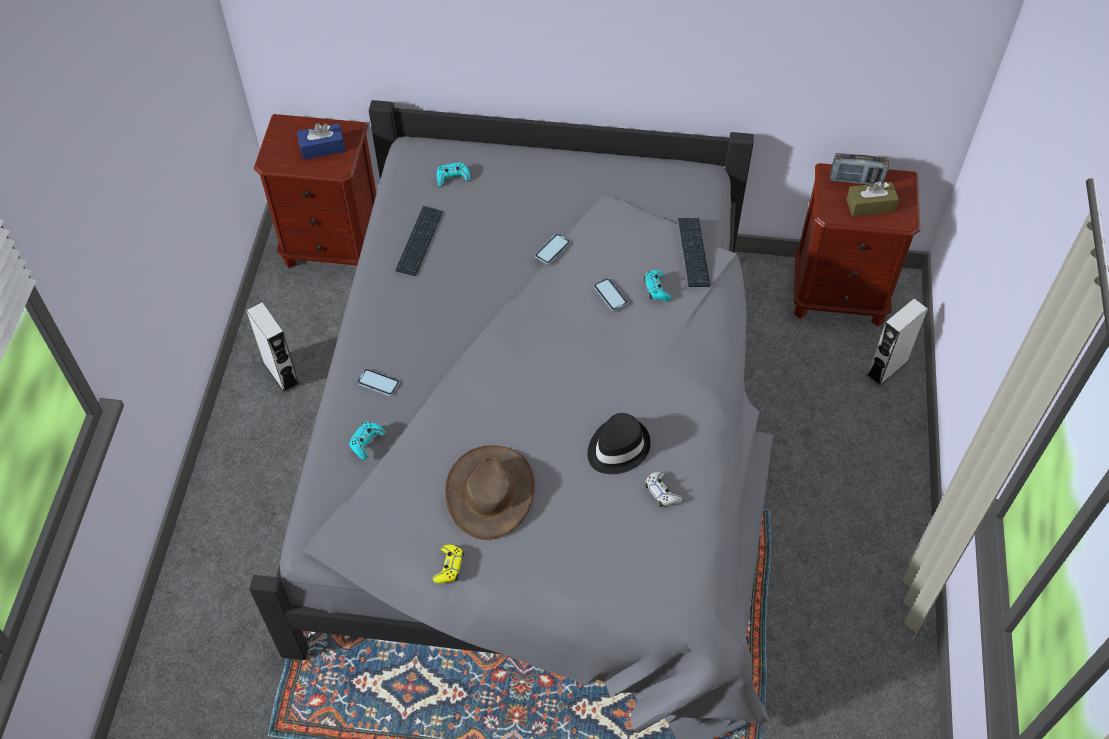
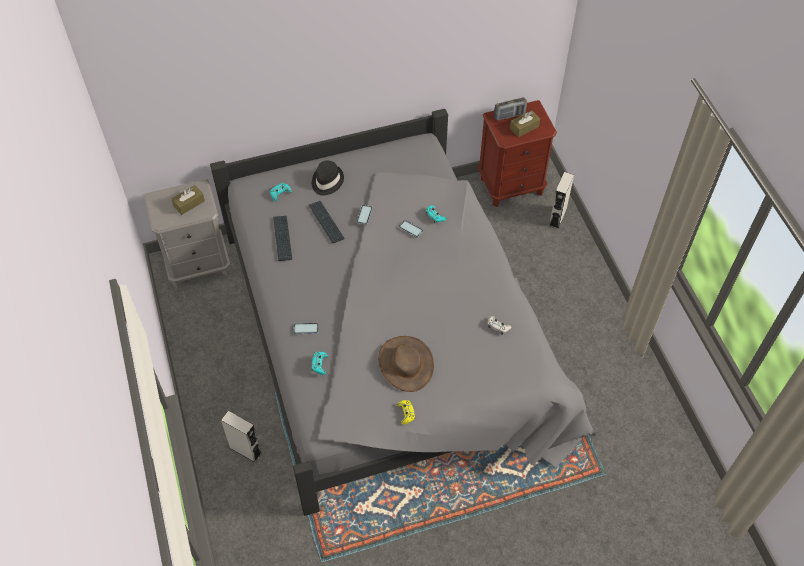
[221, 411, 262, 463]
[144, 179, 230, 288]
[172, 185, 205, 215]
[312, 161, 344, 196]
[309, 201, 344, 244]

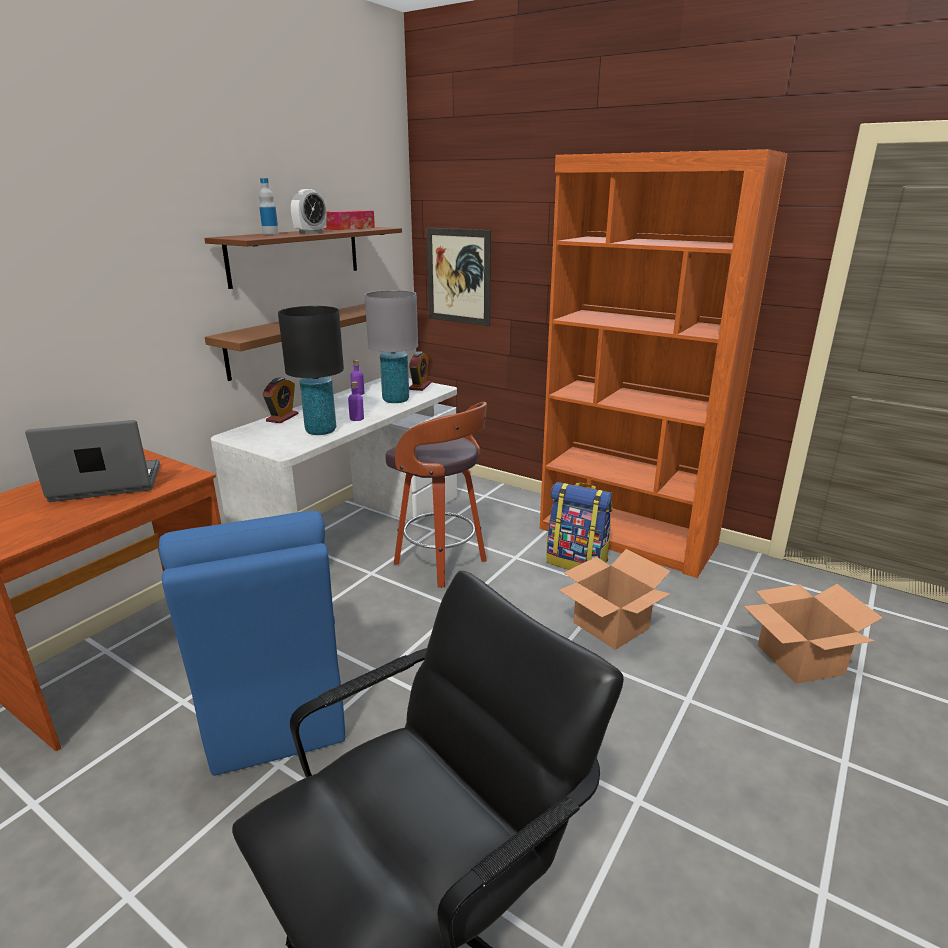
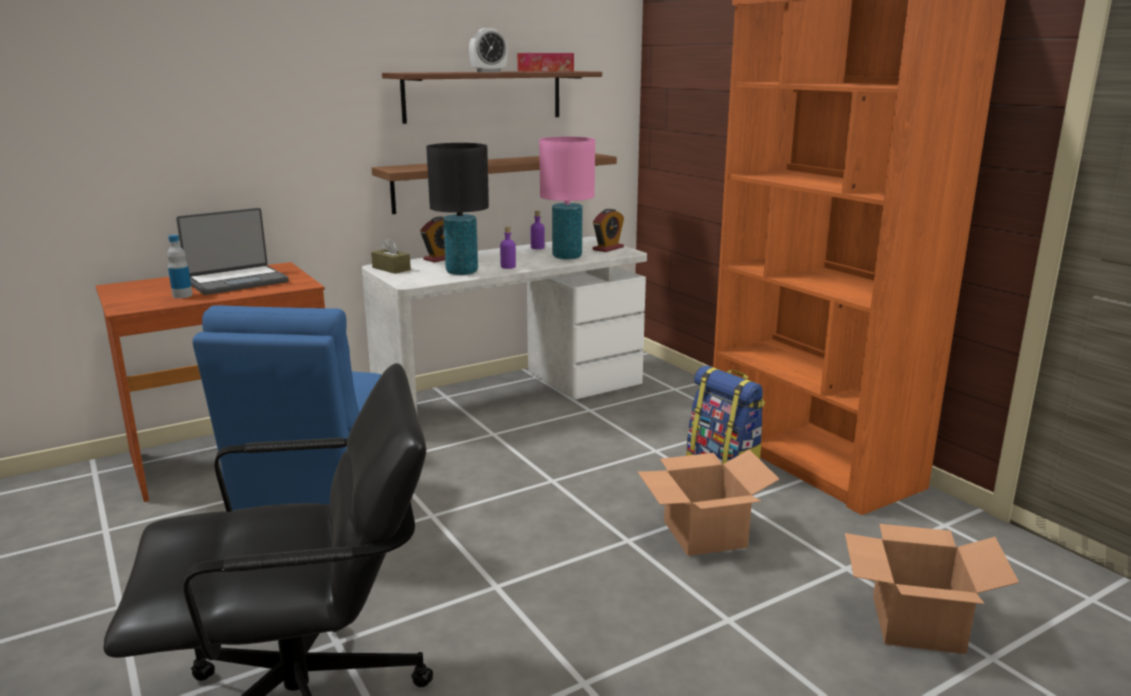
[176, 208, 289, 295]
[167, 235, 193, 298]
[539, 137, 595, 260]
[386, 402, 487, 588] (first image)
[427, 228, 491, 326] (first image)
[371, 237, 411, 274]

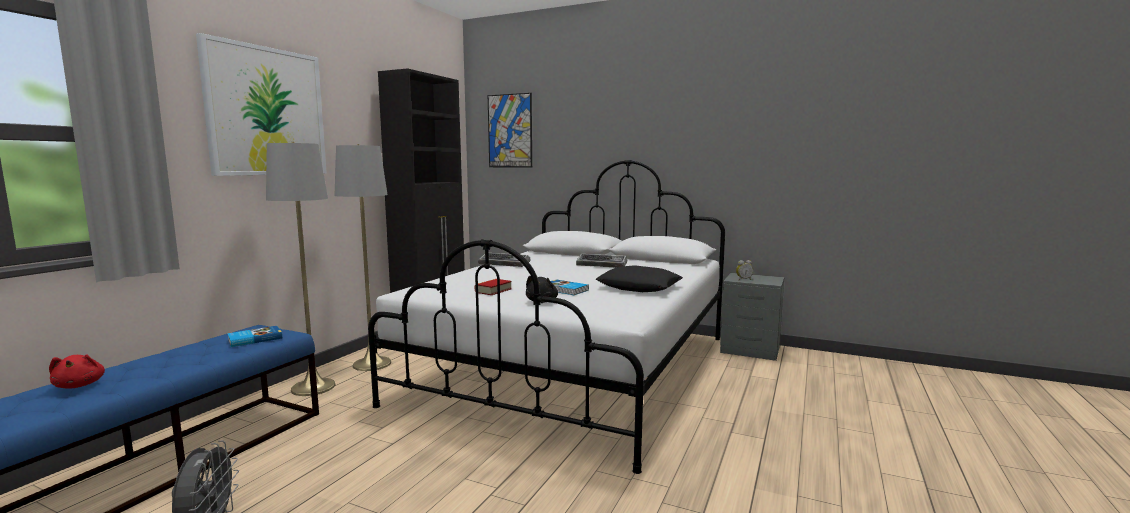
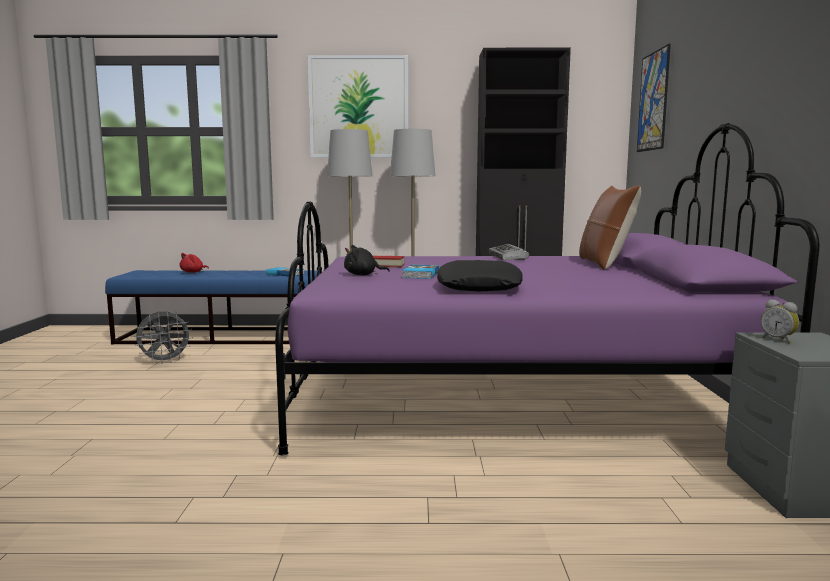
[275, 123, 820, 455]
[576, 254, 627, 268] (first image)
[579, 186, 641, 270]

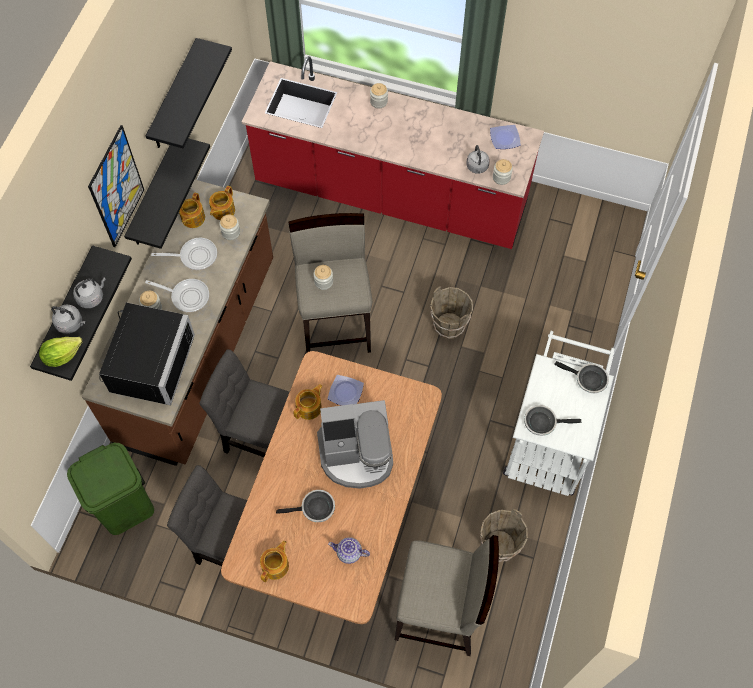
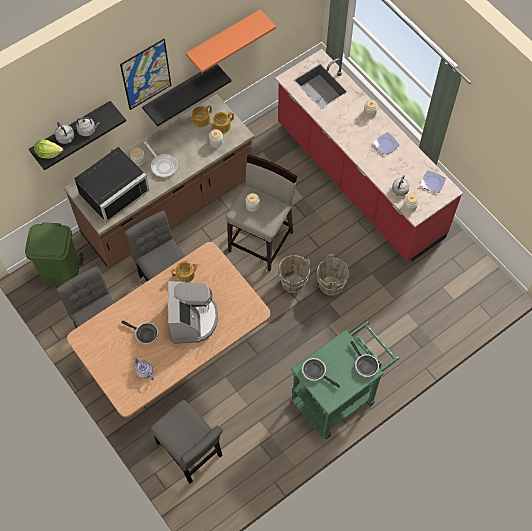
[186, 9, 276, 73]
[151, 238, 217, 270] (first image)
[260, 541, 289, 582] (first image)
[168, 281, 218, 344]
[373, 132, 400, 155]
[151, 400, 223, 484]
[278, 255, 311, 293]
[291, 321, 400, 439]

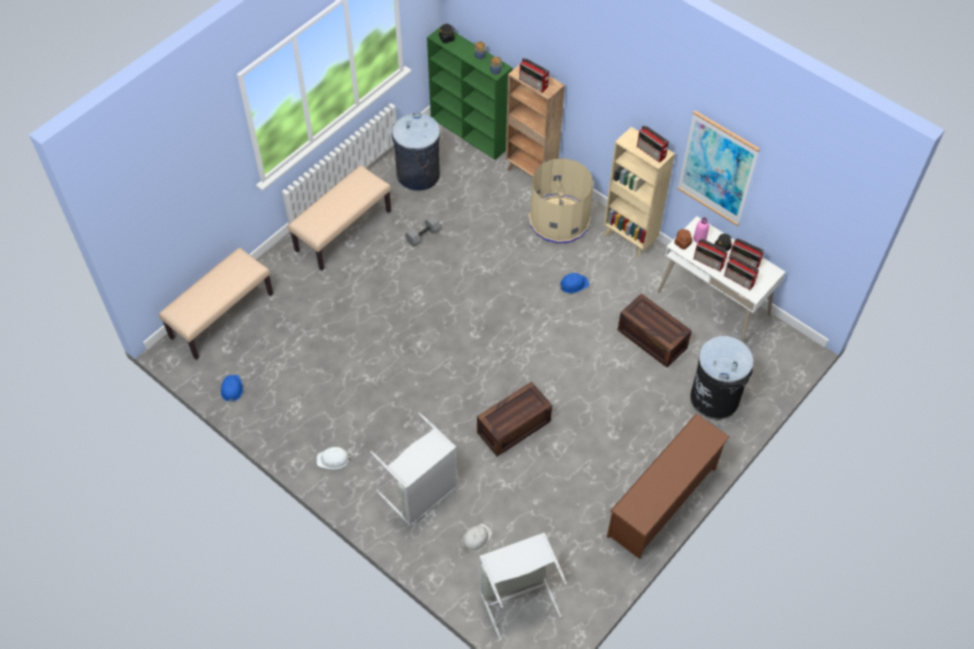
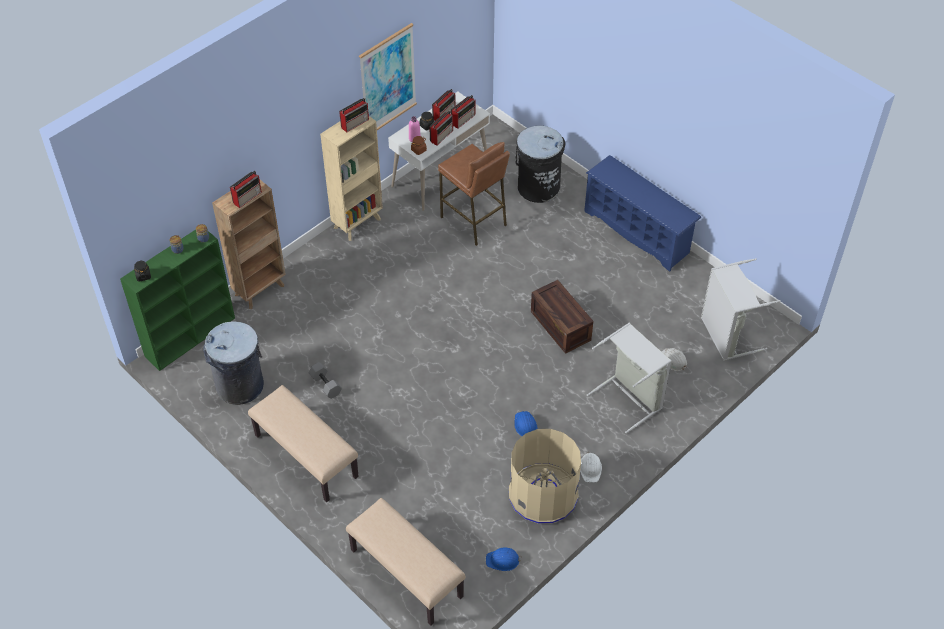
[509, 429, 581, 524]
[514, 411, 537, 436]
[584, 155, 701, 271]
[438, 142, 510, 246]

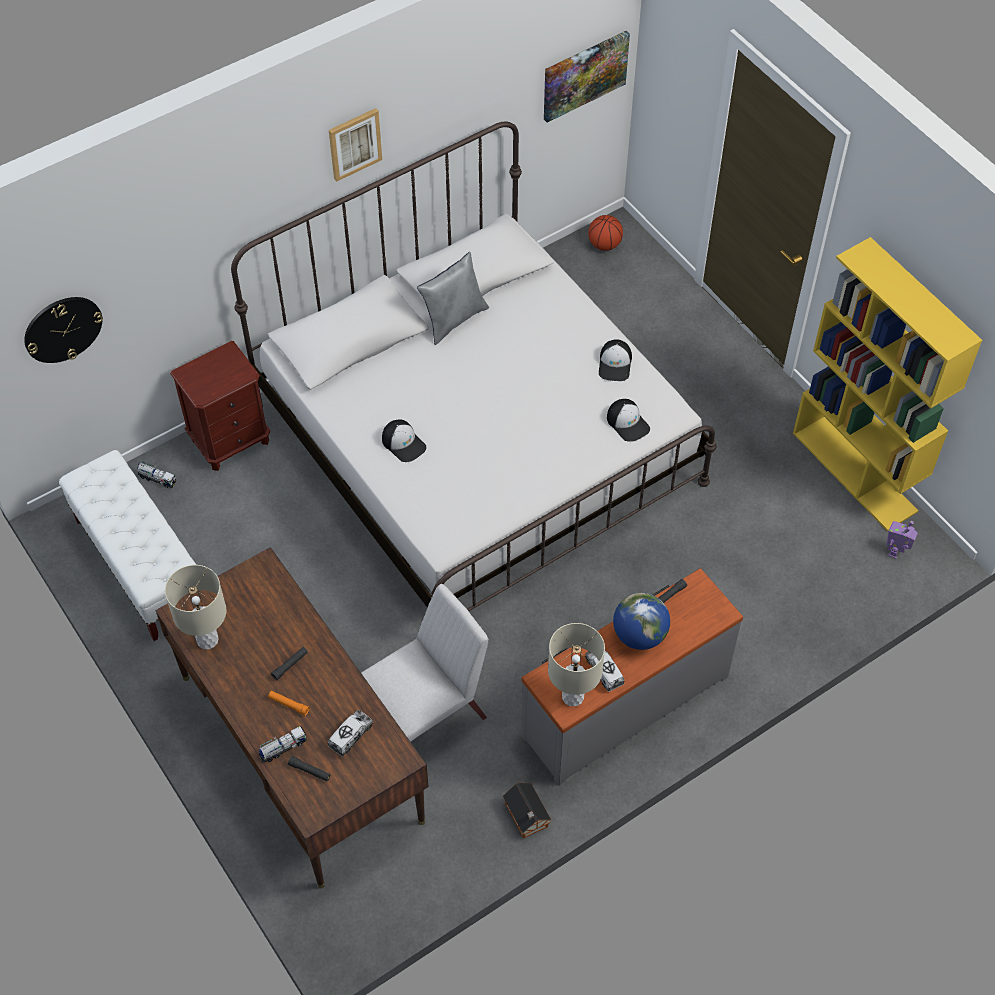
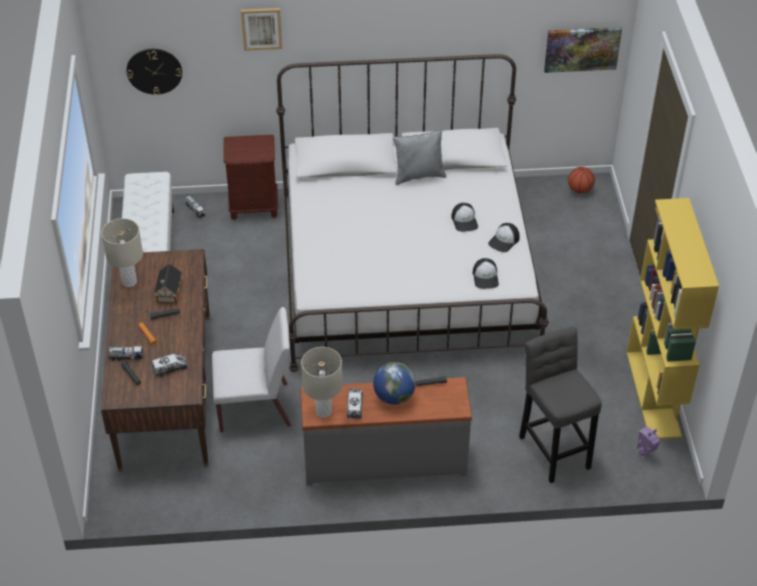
[241, 8, 282, 51]
[451, 203, 478, 232]
[154, 264, 182, 303]
[519, 326, 601, 483]

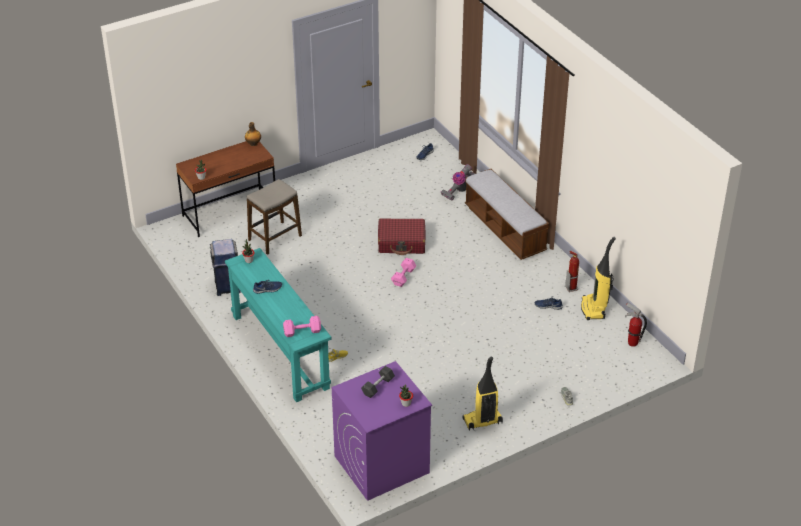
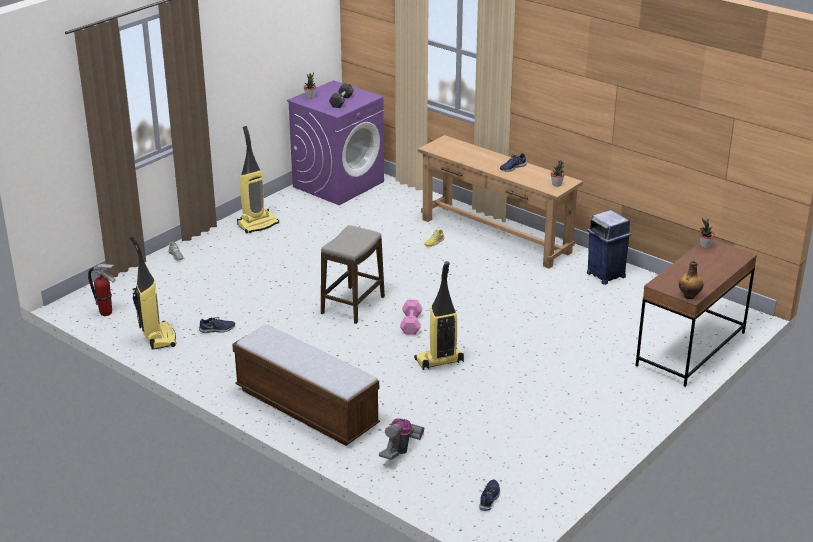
[418, 135, 583, 269]
[321, 225, 385, 324]
[283, 316, 321, 337] (first image)
[414, 261, 464, 370]
[565, 251, 579, 292] (first image)

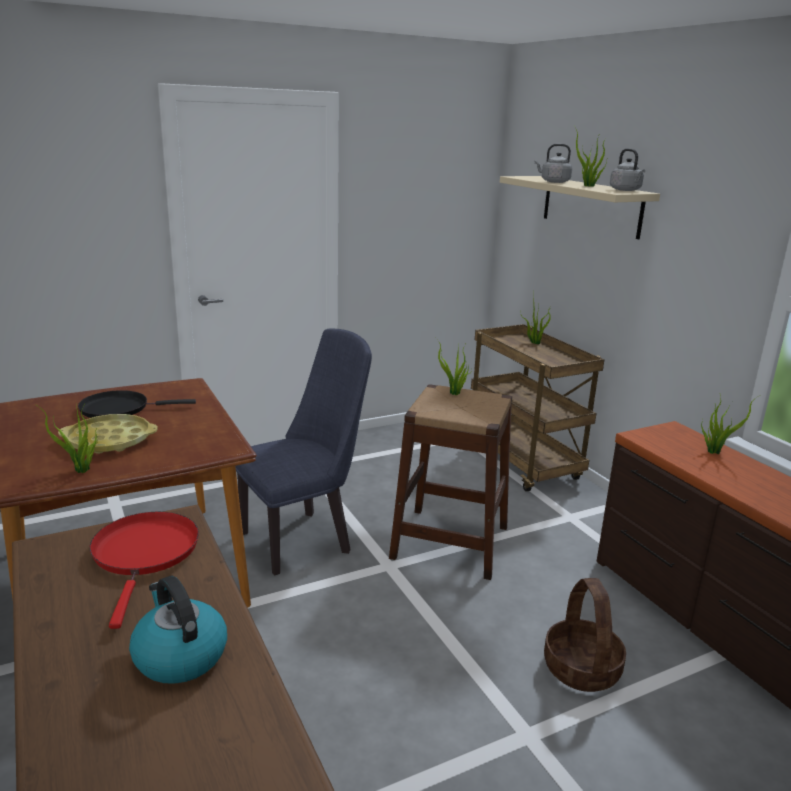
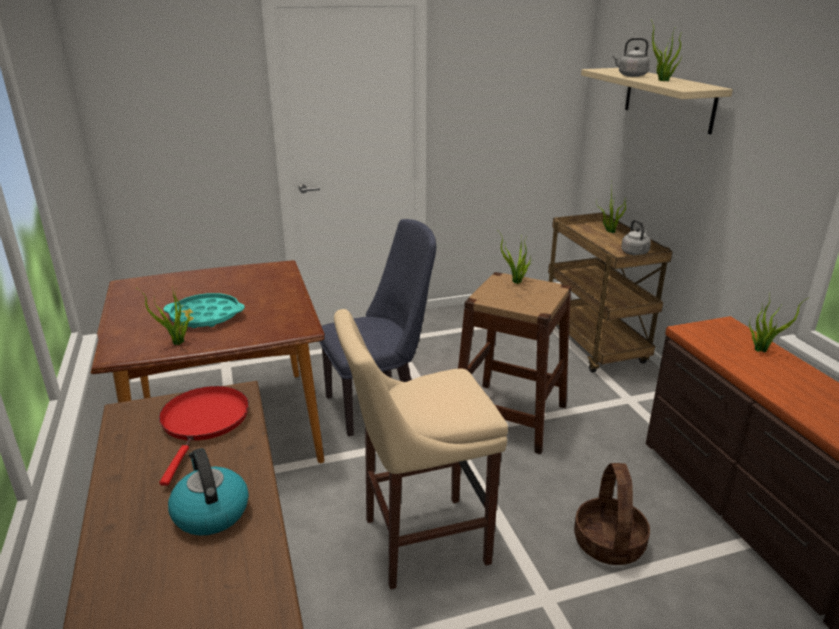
[163, 293, 245, 328]
[78, 390, 196, 418] (first image)
[621, 220, 651, 255]
[334, 309, 508, 590]

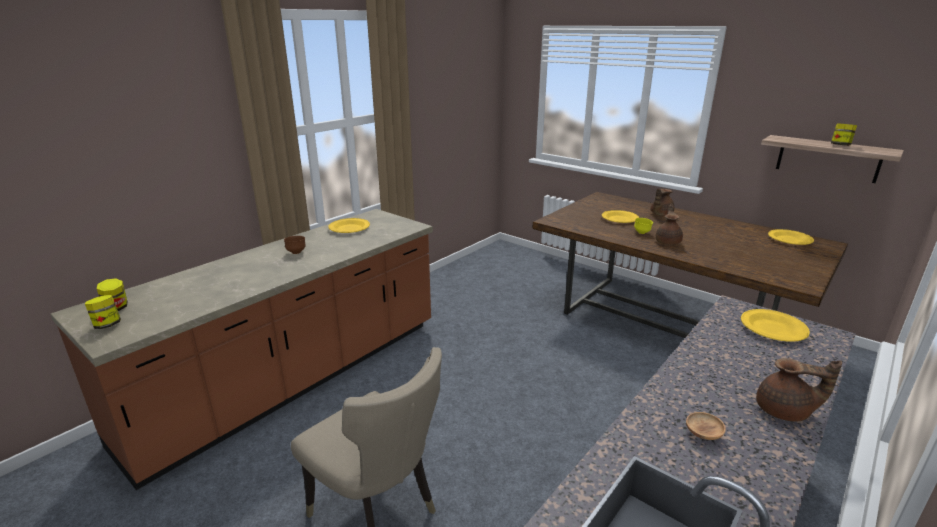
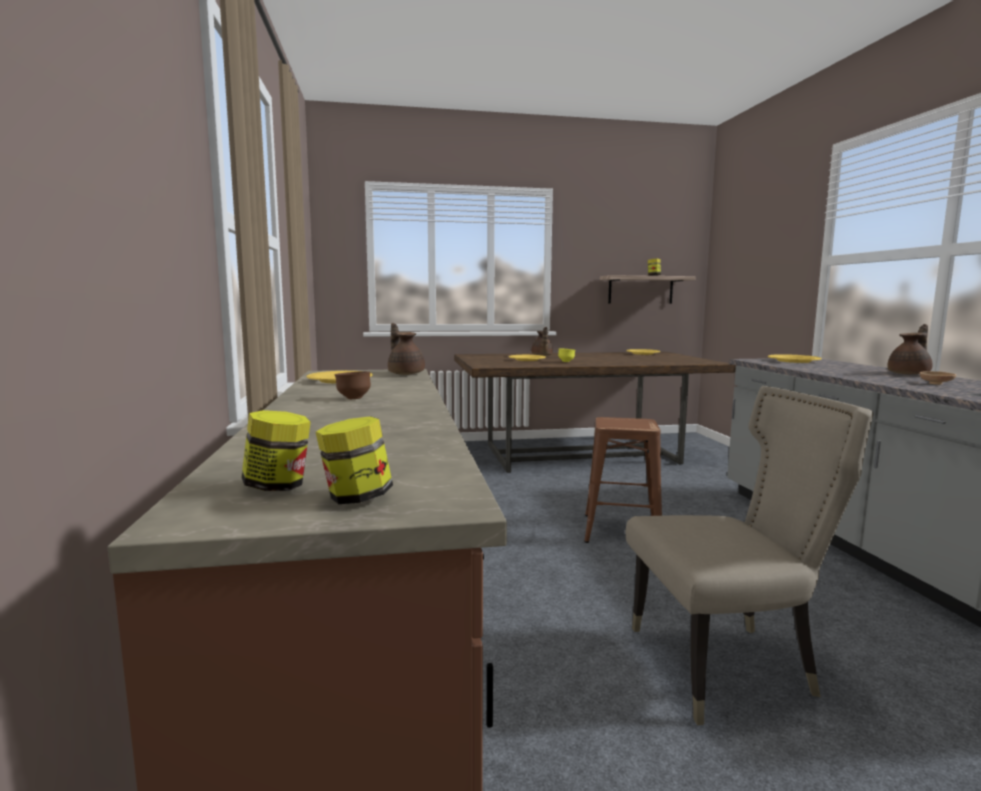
[388, 323, 425, 375]
[584, 417, 662, 543]

